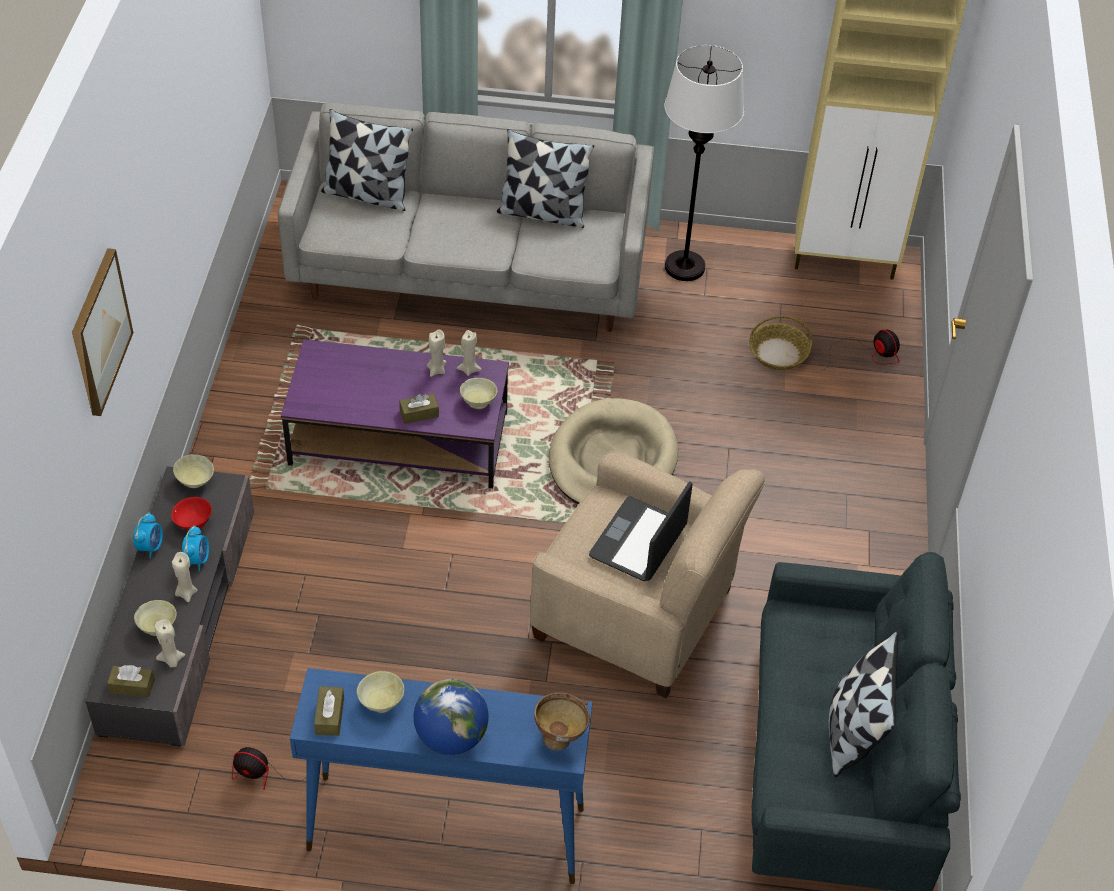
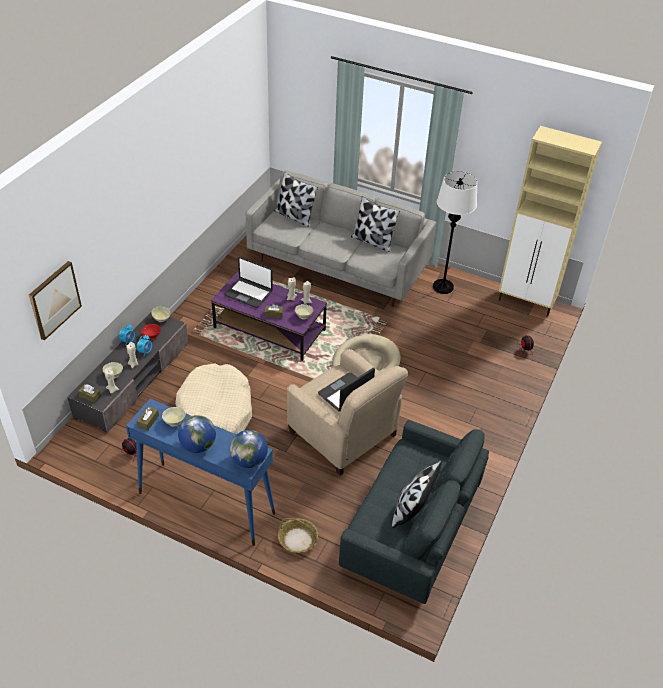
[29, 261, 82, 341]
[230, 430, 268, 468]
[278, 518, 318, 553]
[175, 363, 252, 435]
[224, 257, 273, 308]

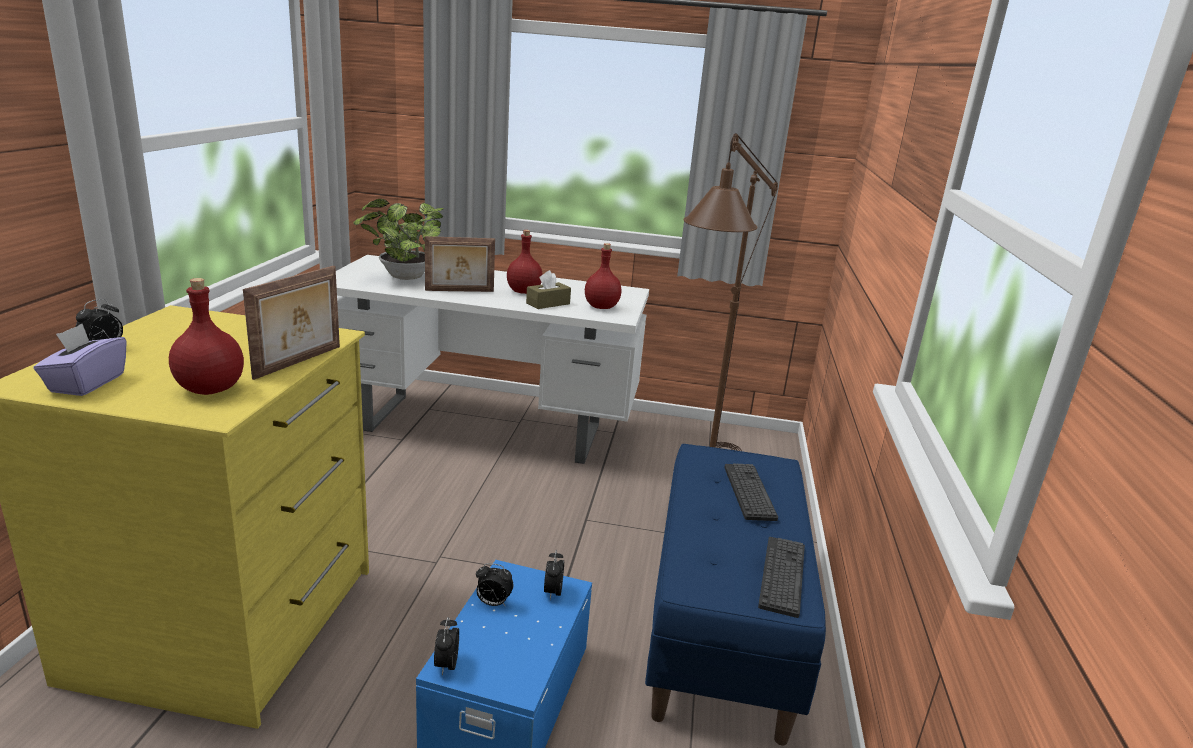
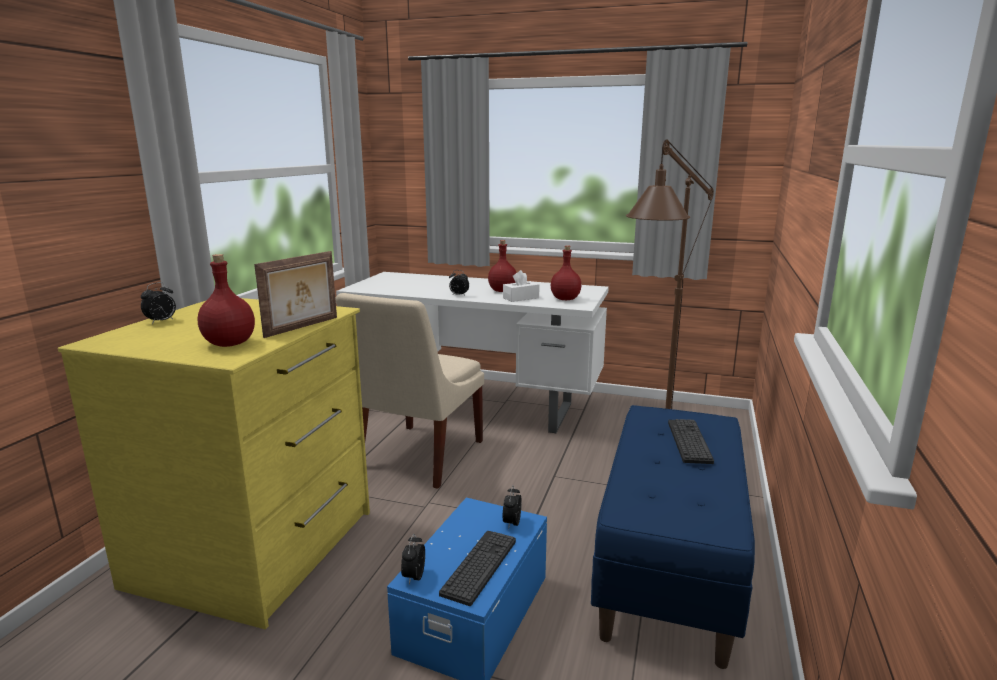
[33, 324, 127, 396] (first image)
[353, 199, 444, 280] (first image)
[425, 236, 495, 292] (first image)
[449, 270, 469, 296]
[503, 270, 540, 302]
[439, 531, 516, 606]
[335, 293, 484, 489]

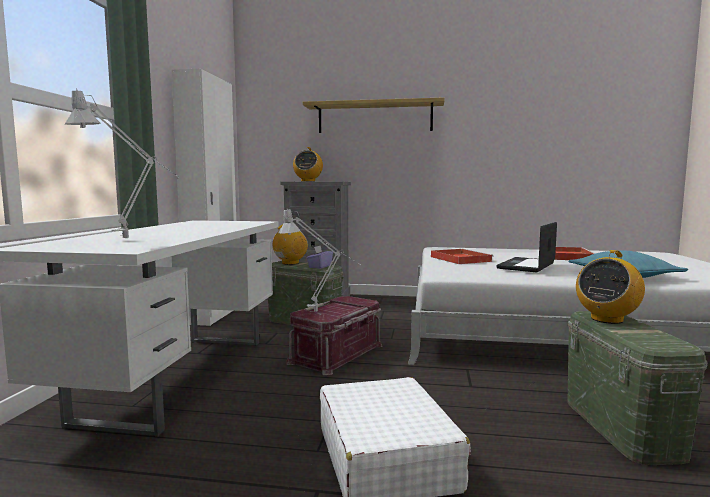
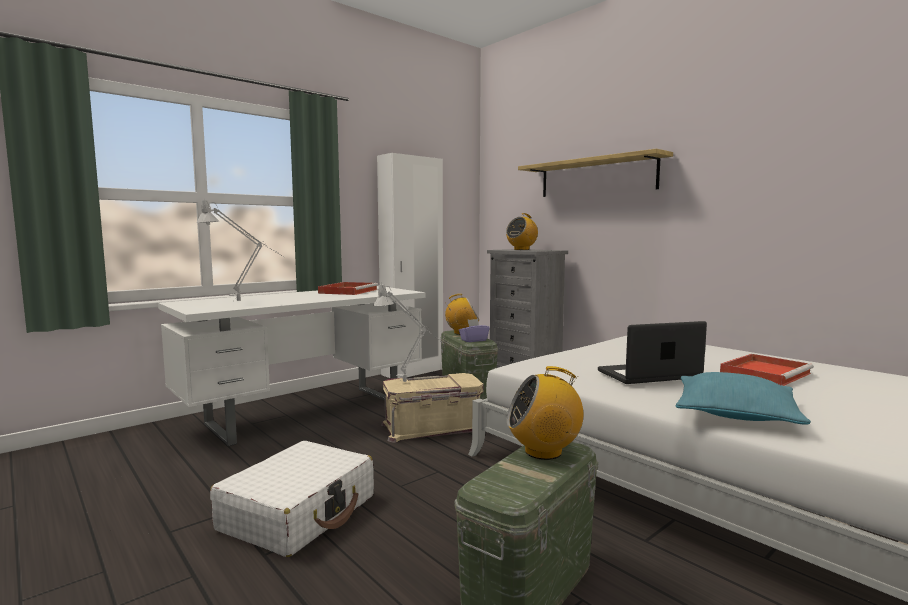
[381, 373, 484, 443]
[318, 282, 378, 295]

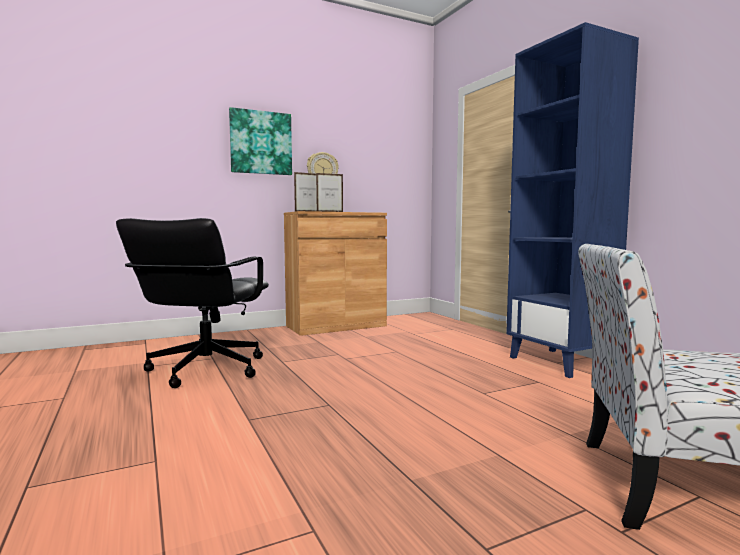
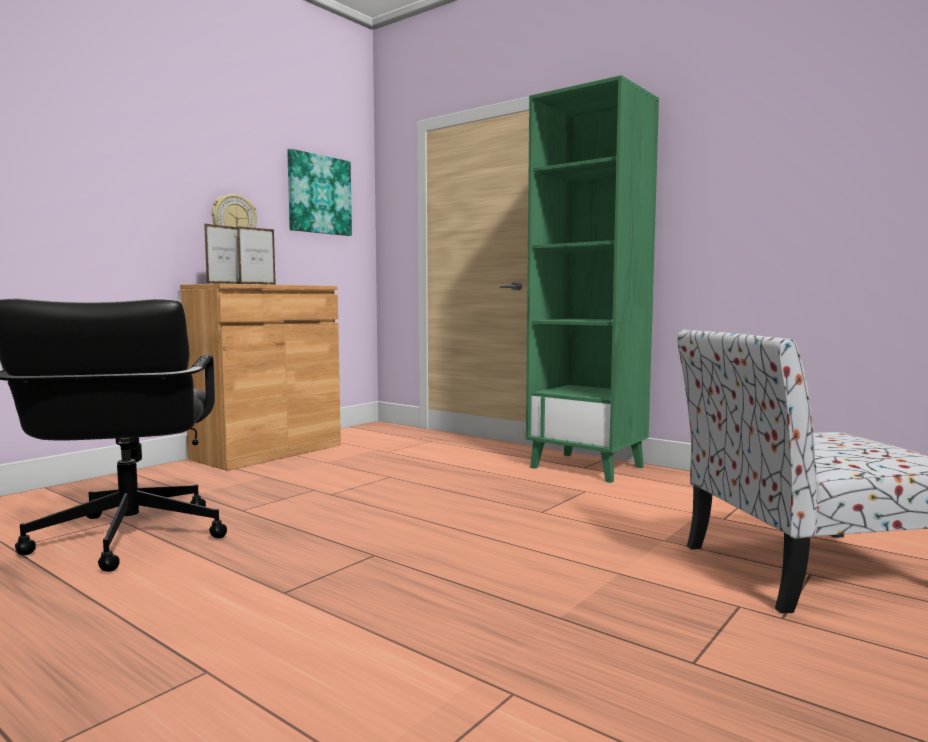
[287, 149, 352, 236]
[526, 75, 659, 483]

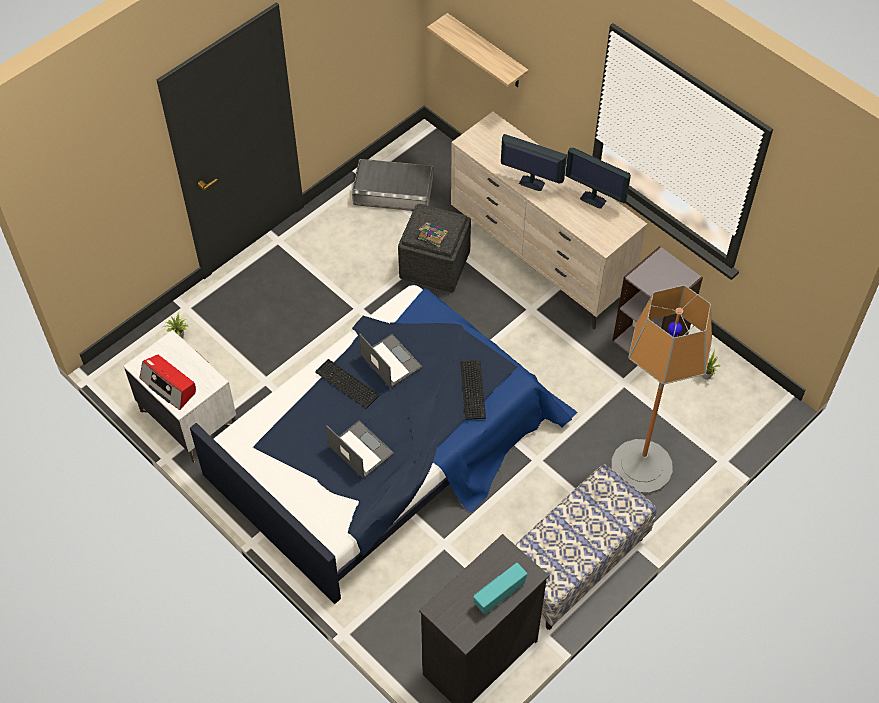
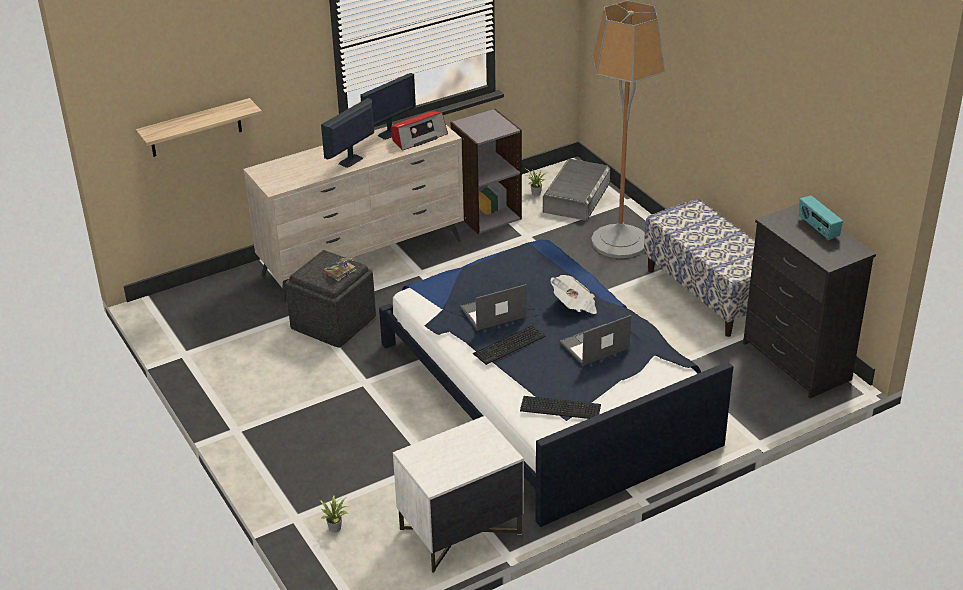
[391, 111, 448, 151]
[543, 159, 610, 221]
[520, 396, 601, 419]
[550, 275, 597, 314]

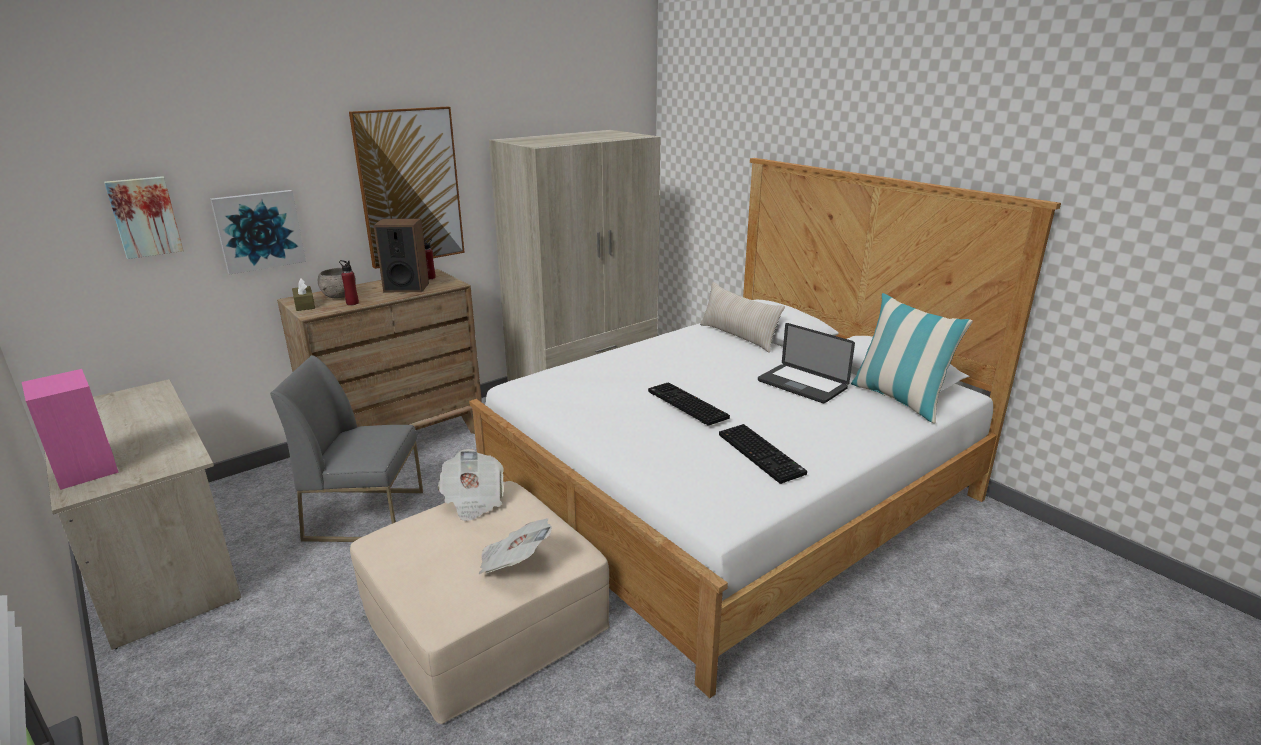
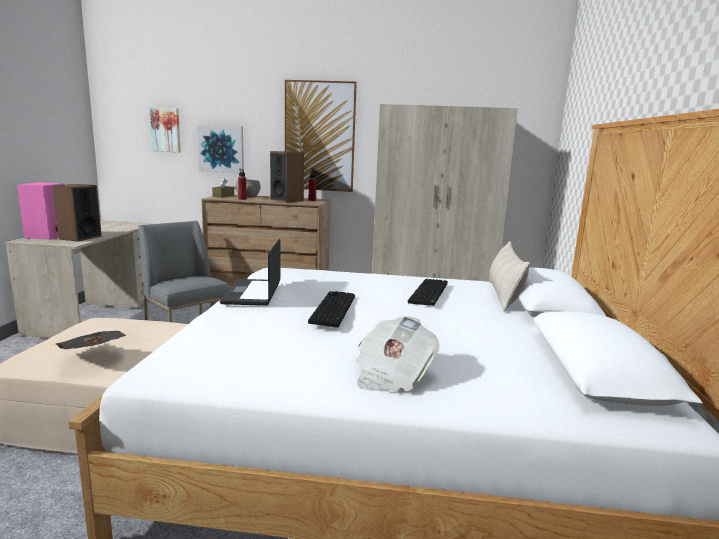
[356, 316, 439, 391]
[408, 279, 448, 306]
[220, 239, 280, 306]
[851, 293, 973, 423] (first image)
[53, 184, 102, 242]

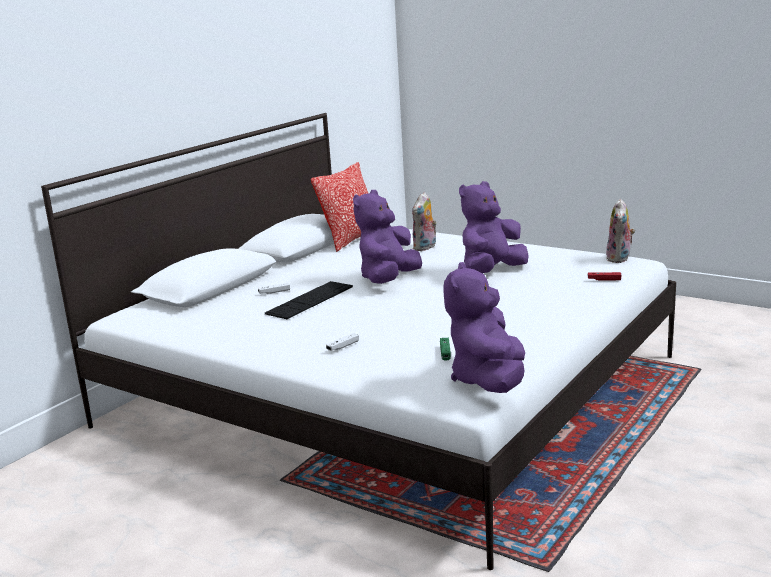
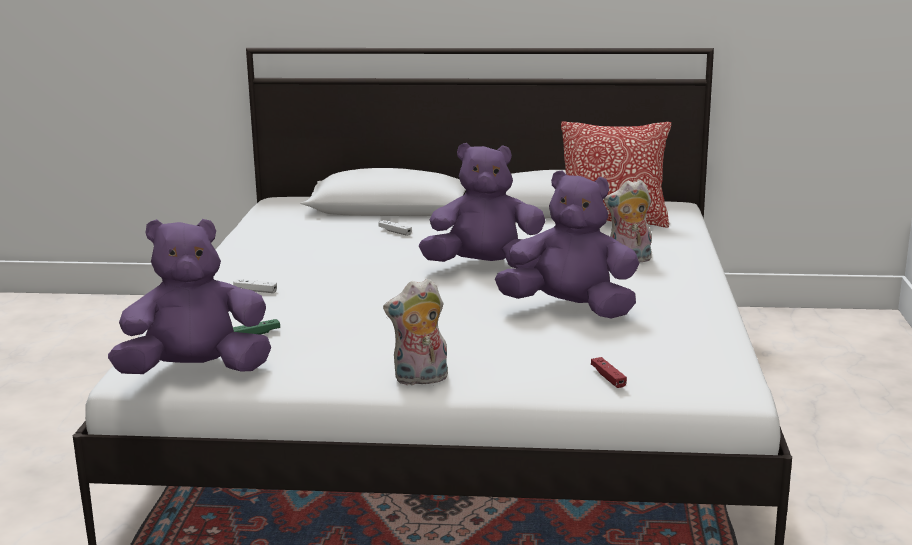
[265, 281, 353, 319] (first image)
[383, 278, 448, 386]

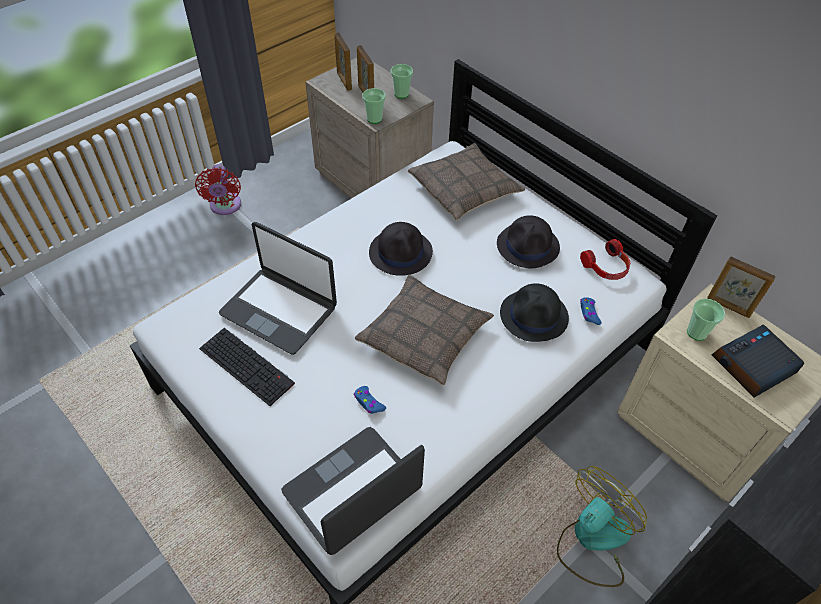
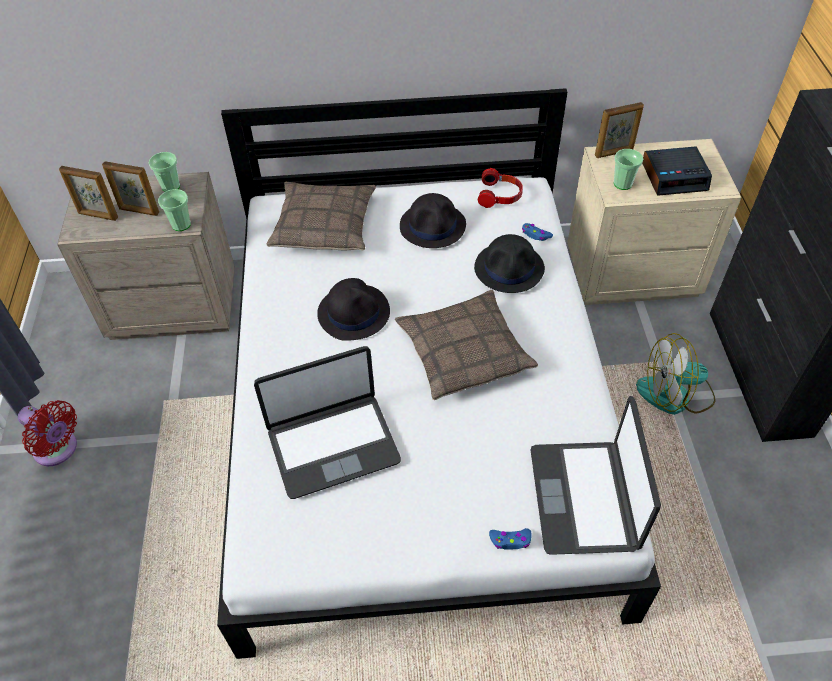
[199, 328, 295, 406] (first image)
[489, 528, 532, 550]
[636, 333, 716, 415]
[642, 146, 712, 196]

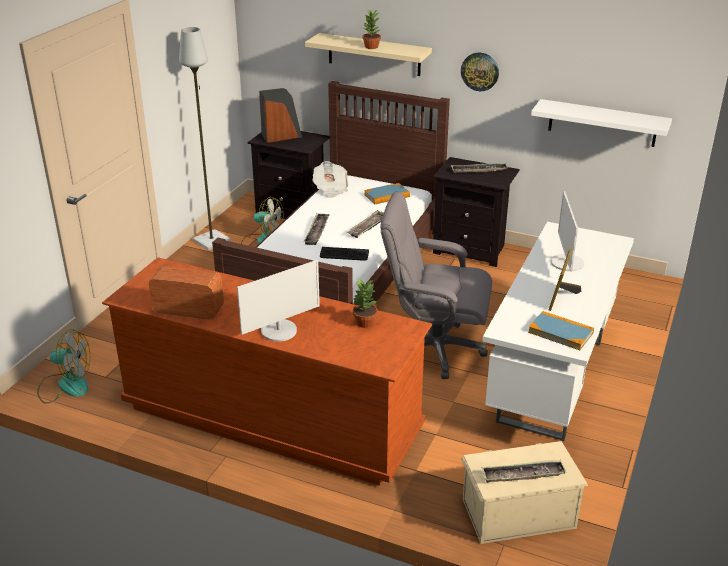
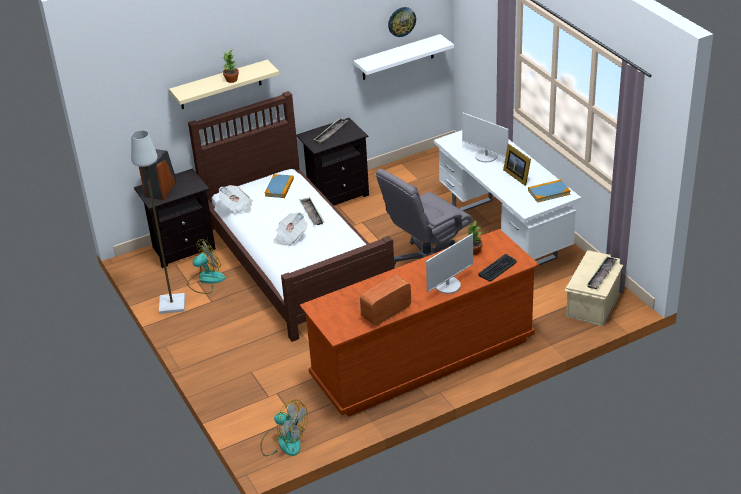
[260, 399, 308, 456]
[426, 233, 473, 294]
[273, 212, 307, 246]
[479, 254, 517, 281]
[388, 7, 416, 37]

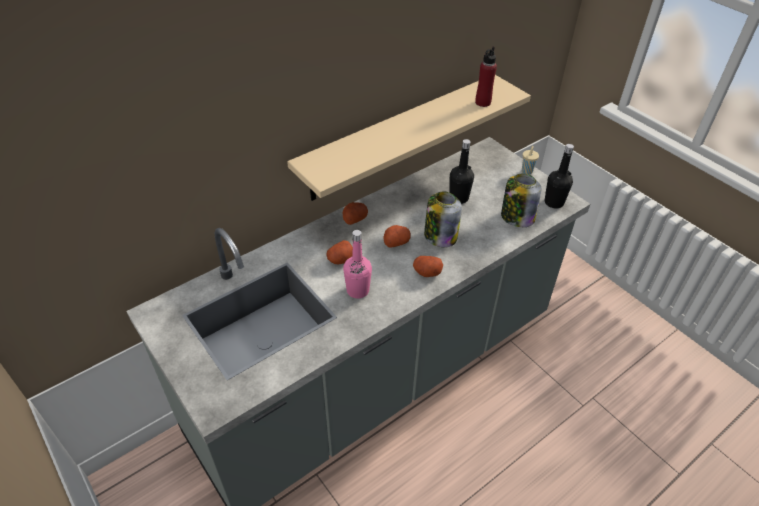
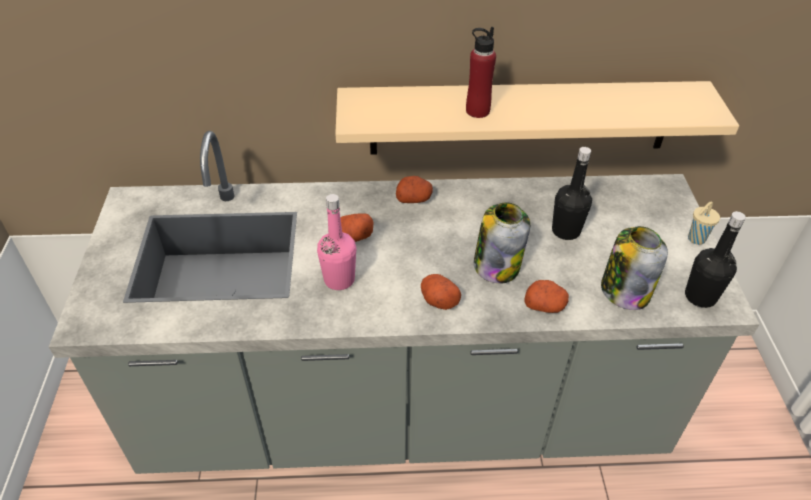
[524, 280, 569, 313]
[466, 27, 496, 118]

